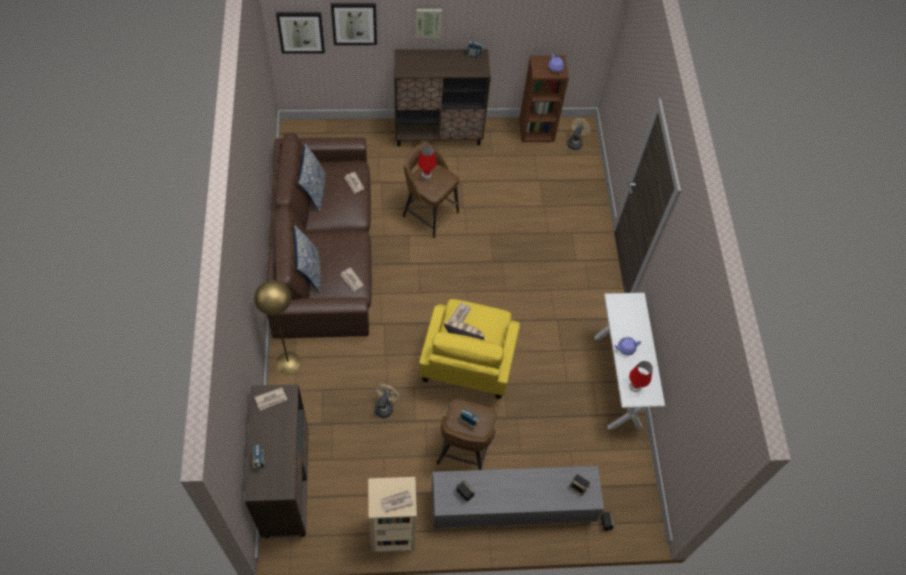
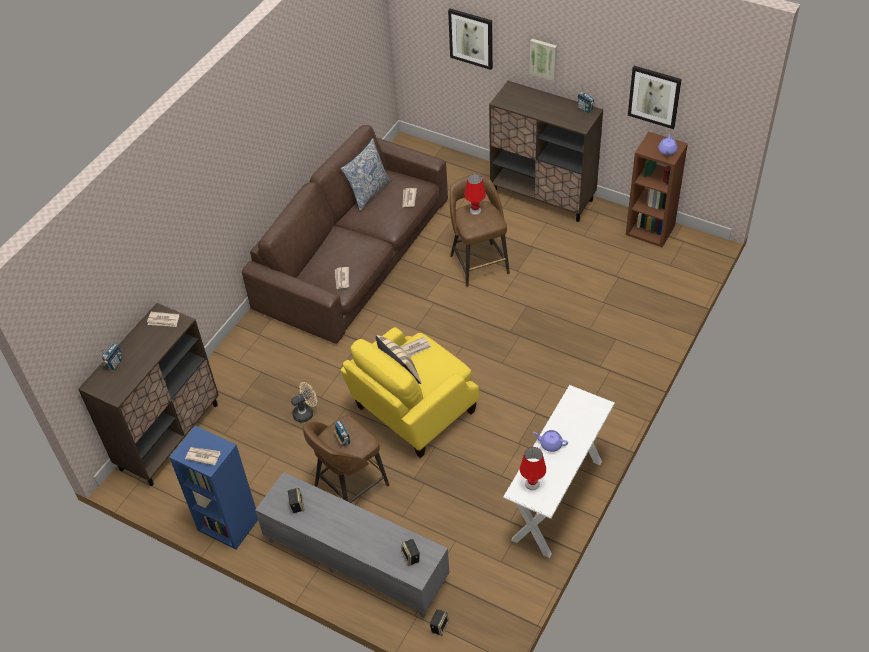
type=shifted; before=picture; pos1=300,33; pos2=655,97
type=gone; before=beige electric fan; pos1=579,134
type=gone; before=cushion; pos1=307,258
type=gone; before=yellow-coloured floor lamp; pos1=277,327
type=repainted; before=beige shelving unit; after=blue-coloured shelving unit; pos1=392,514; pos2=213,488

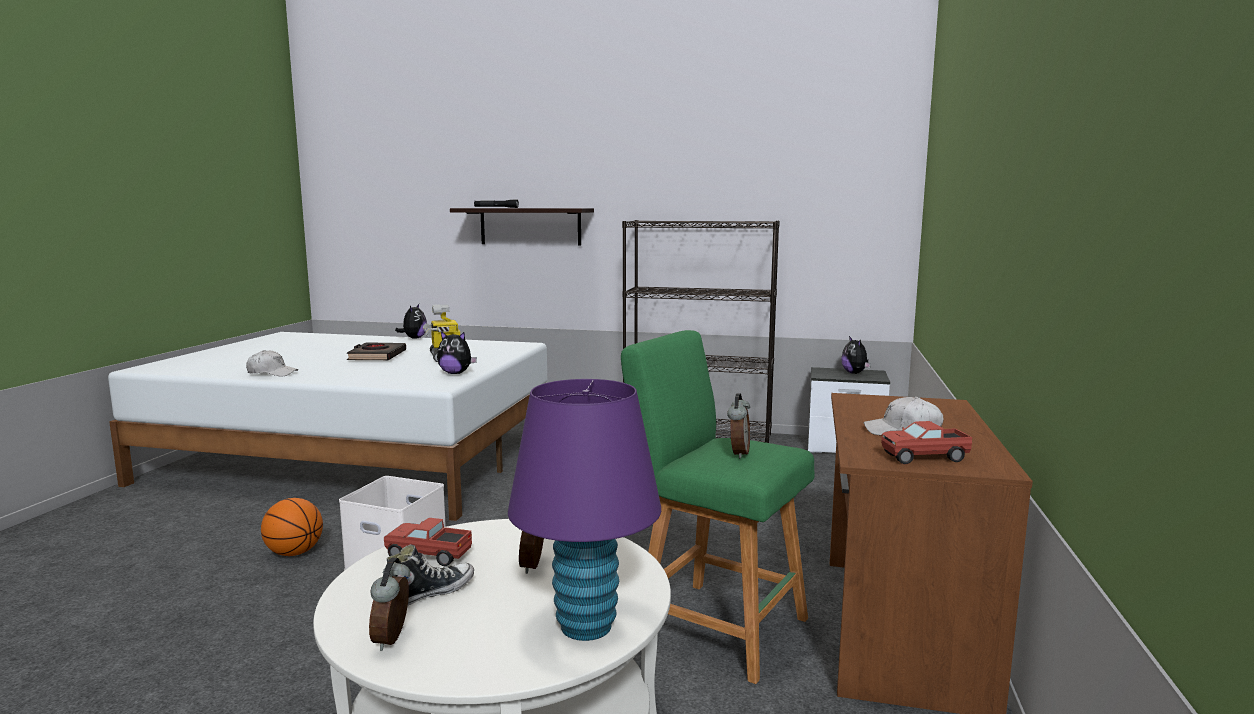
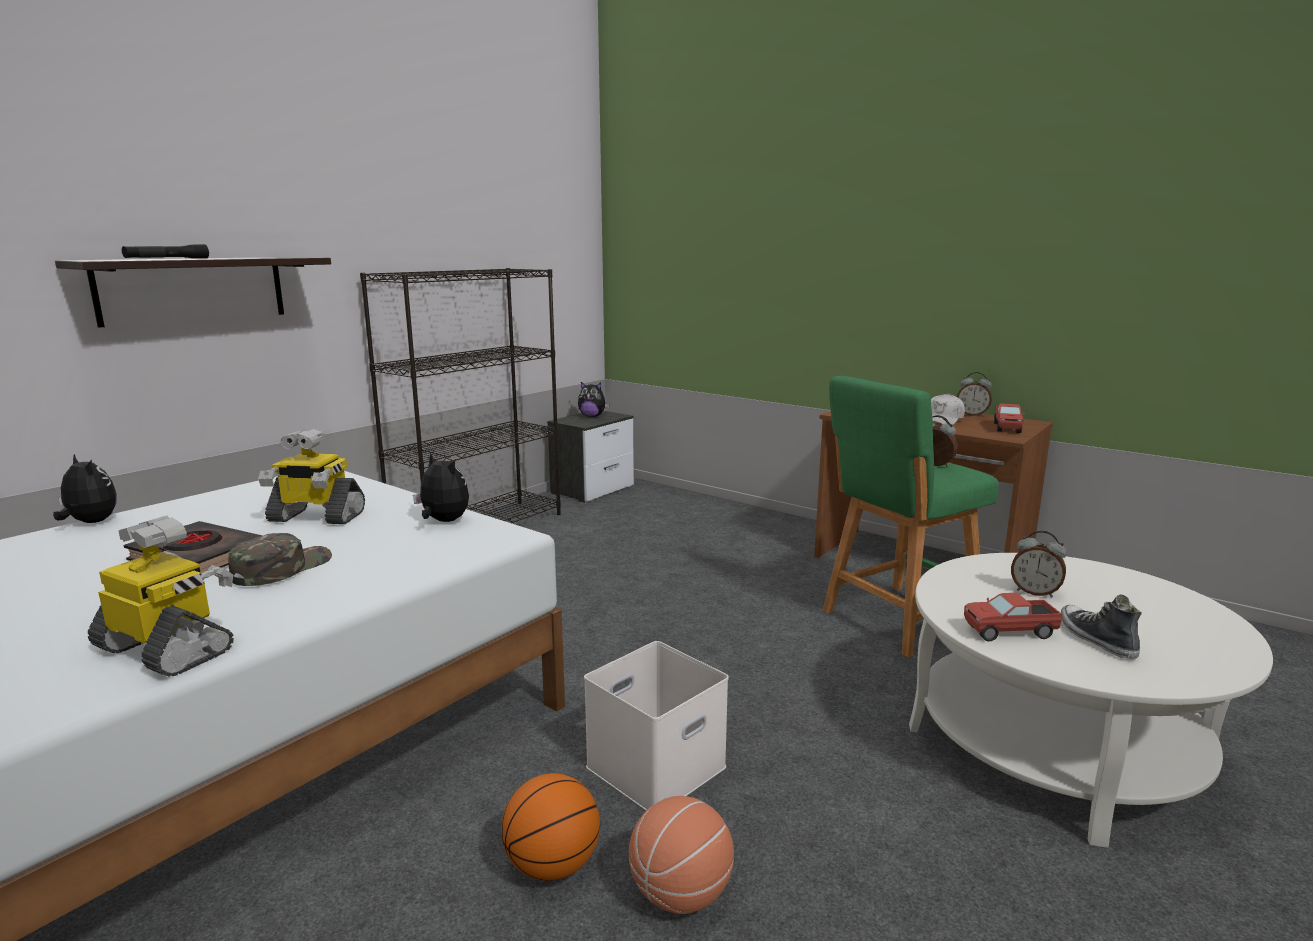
type=rotated; before=plush toy; pos1=457,352; pos2=441,487; turn=-90
type=swapped; before=whitish peaked cap; after=robot figure; pos1=272,363; pos2=161,595
type=gone; before=purple table lamp; pos1=584,510
type=rotated; before=toy truck; pos1=428,542; pos2=1013,617; turn=45
type=shifted; before=alarm clock; pos1=389,604; pos2=974,394
type=new; after=green-coloured peaked cap; pos2=280,559
type=new; after=basketball ball; pos2=681,855

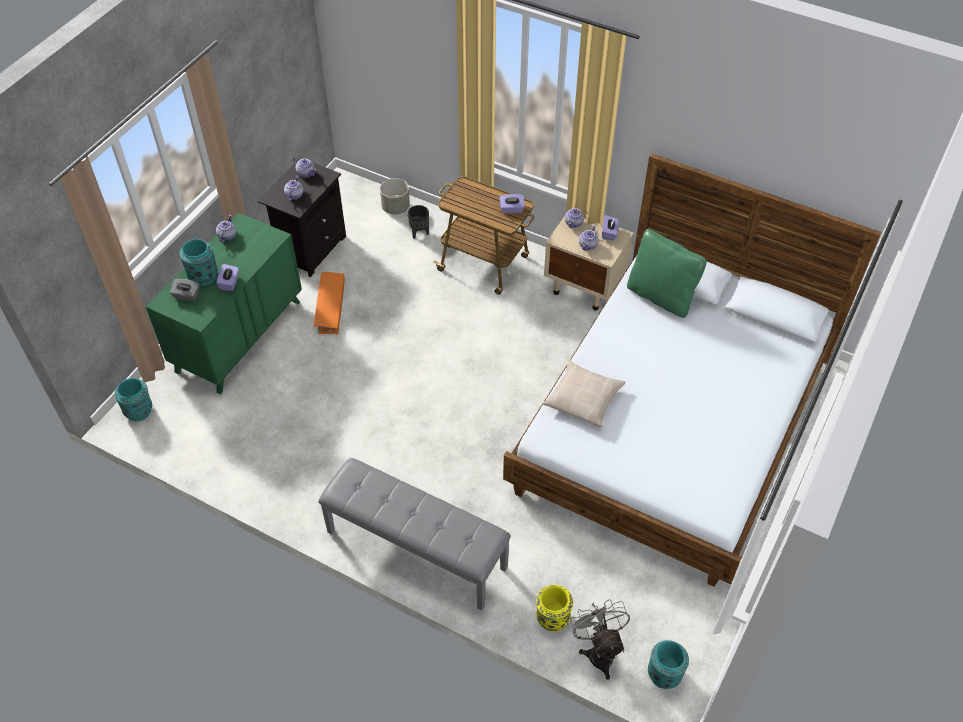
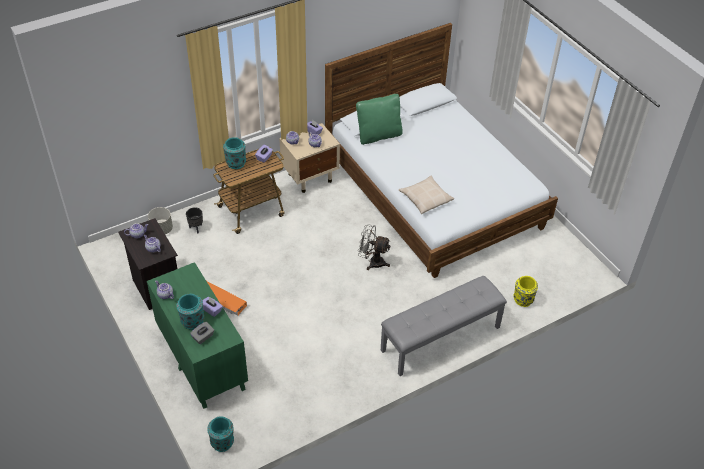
type=shifted; before=greyish electric fan; pos1=600,639; pos2=374,247
type=shifted; before=turquoise-coloured decorative vase; pos1=668,664; pos2=234,153

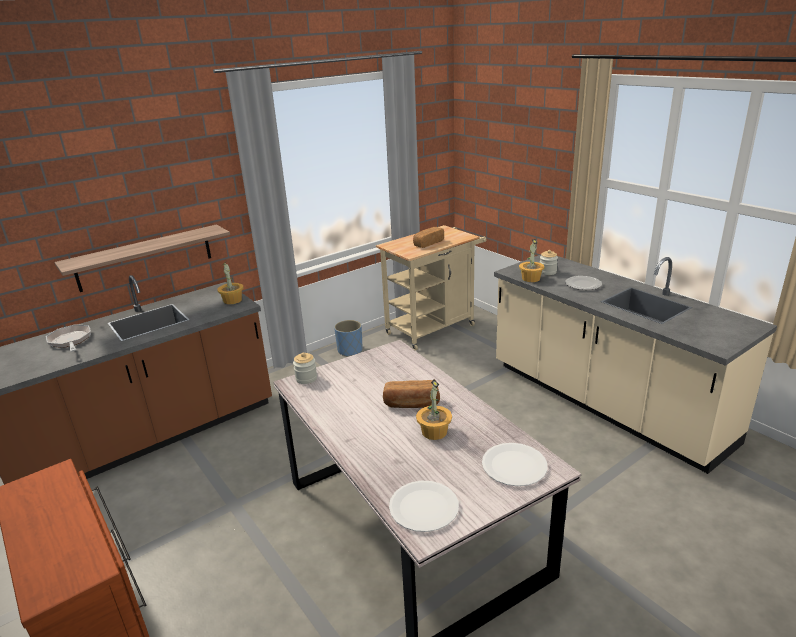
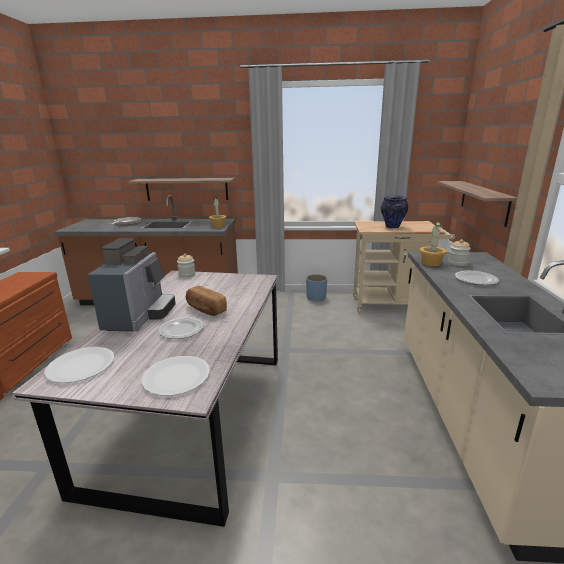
type=swapped; before=bread; after=decorative vase; pos1=428,237; pos2=394,212
type=swapped; before=plant in a pot; after=flat dish; pos1=434,409; pos2=181,328
type=new; after=bracket shelf; pos2=477,204
type=new; after=coffee maker; pos2=131,285

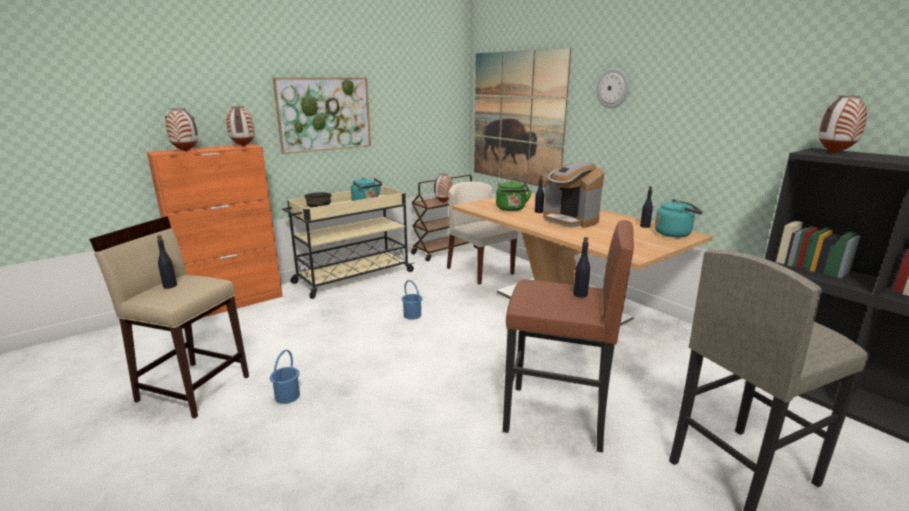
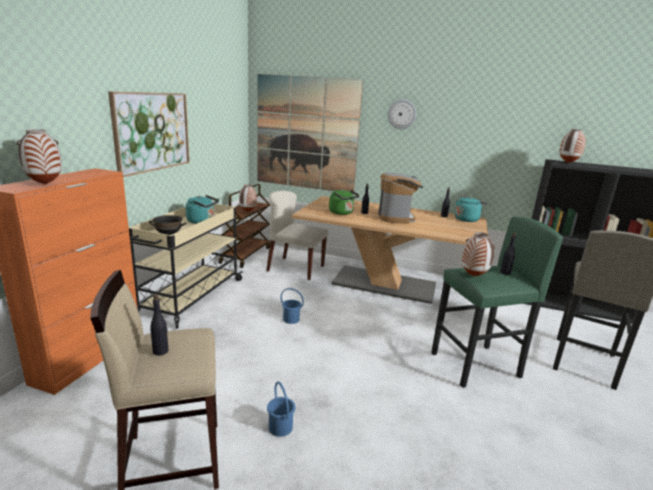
type=shifted; before=decorative vase; pos1=240,126; pos2=478,254
type=rotated; before=coffee maker; pos1=574,195; pos2=400,198; turn=-105
type=repainted; before=brown-coloured stool; after=green-coloured stool; pos1=568,336; pos2=497,302

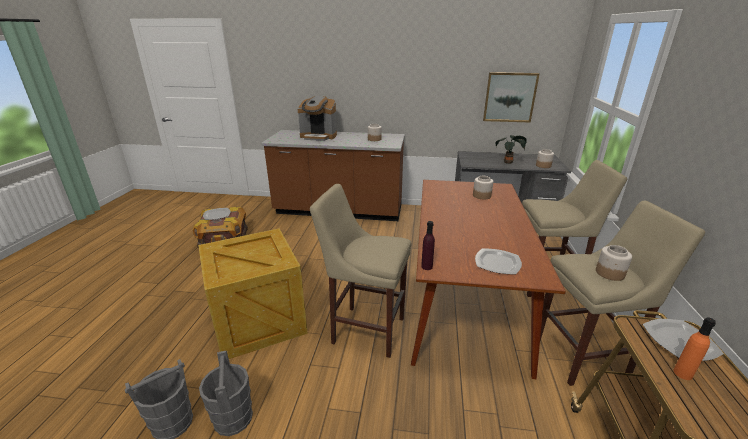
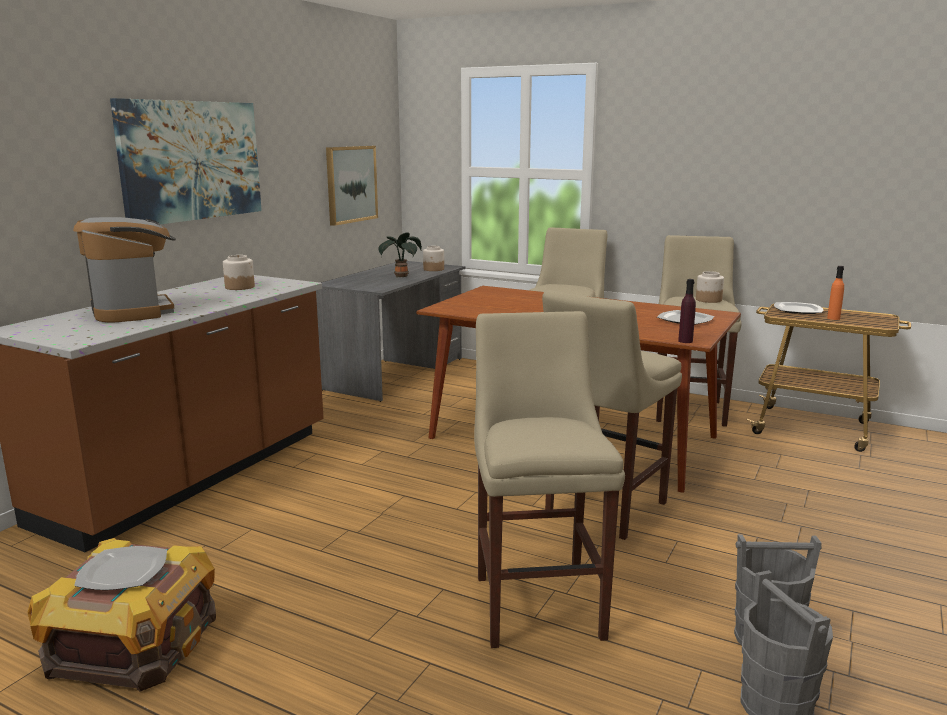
type=rotated; before=coffee maker; pos1=317,118; pos2=124,269; turn=-60
type=gone; before=preserve jar; pos1=483,187
type=swapped; before=packing crate; after=beige stool; pos1=253,293; pos2=549,479
type=new; after=picture; pos2=186,161

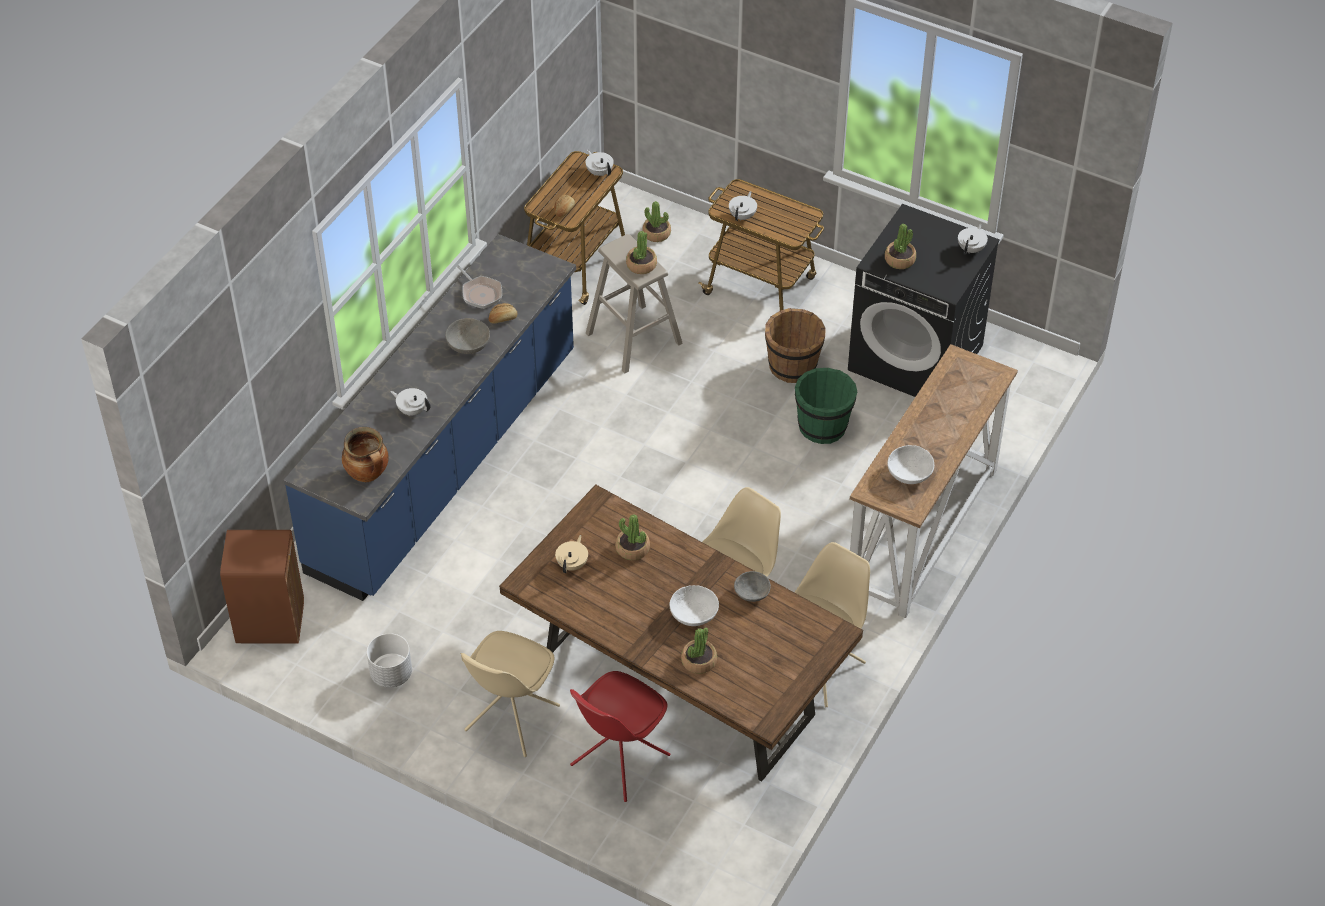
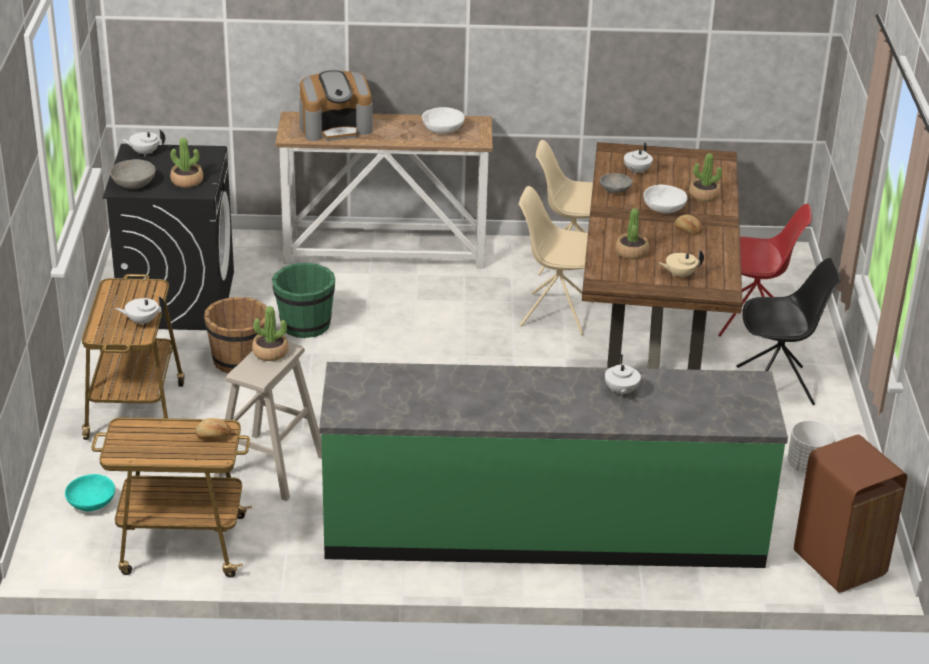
type=shifted; before=whitish tea pot; pos1=599,163; pos2=638,158
type=swapped; before=plant in a pot; after=turquoise-coloured serving bowl; pos1=656,221; pos2=90,492
type=repainted; before=blue-coloured counter; after=green-coloured counter; pos1=430,417; pos2=553,465
type=gone; before=pan; pos1=479,287
type=shifted; before=bread; pos1=503,313; pos2=688,224
type=shifted; before=greyish serving bowl; pos1=467,336; pos2=133,174
type=gone; before=saucepot; pos1=365,454
type=repainted; before=beige plain chair; after=blackish plain chair; pos1=510,694; pos2=788,331
type=new; after=coffee maker; pos2=336,105

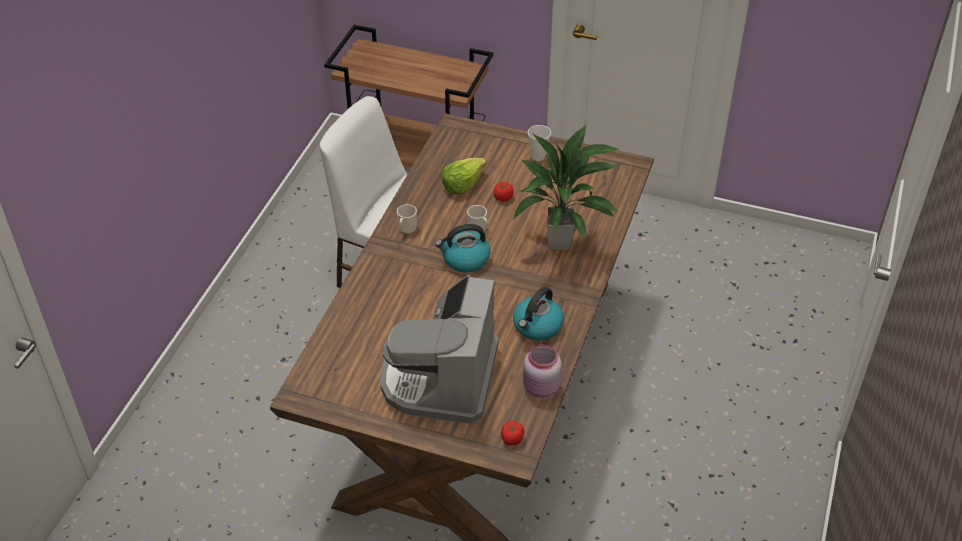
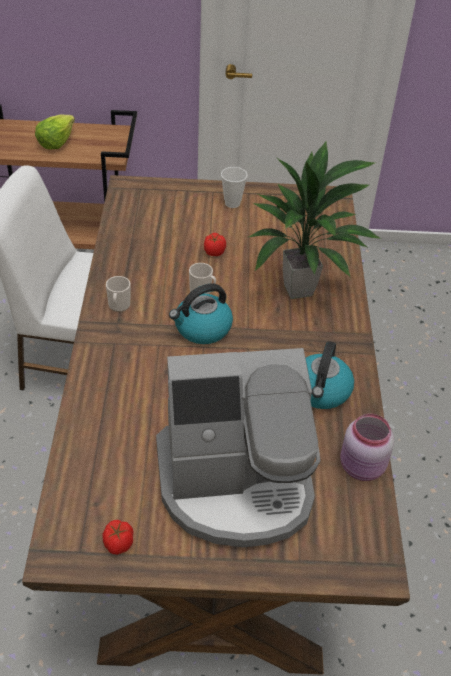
type=shifted; before=lettuce; pos1=463,176; pos2=55,132
type=rotated; before=coffee maker; pos1=440,349; pos2=238,448; turn=-90
type=shifted; before=whole tomato; pos1=513,433; pos2=118,537

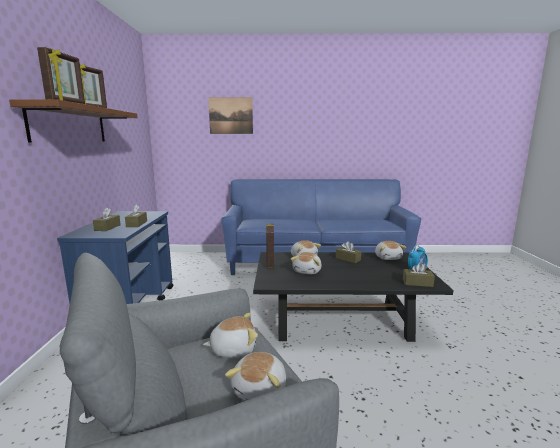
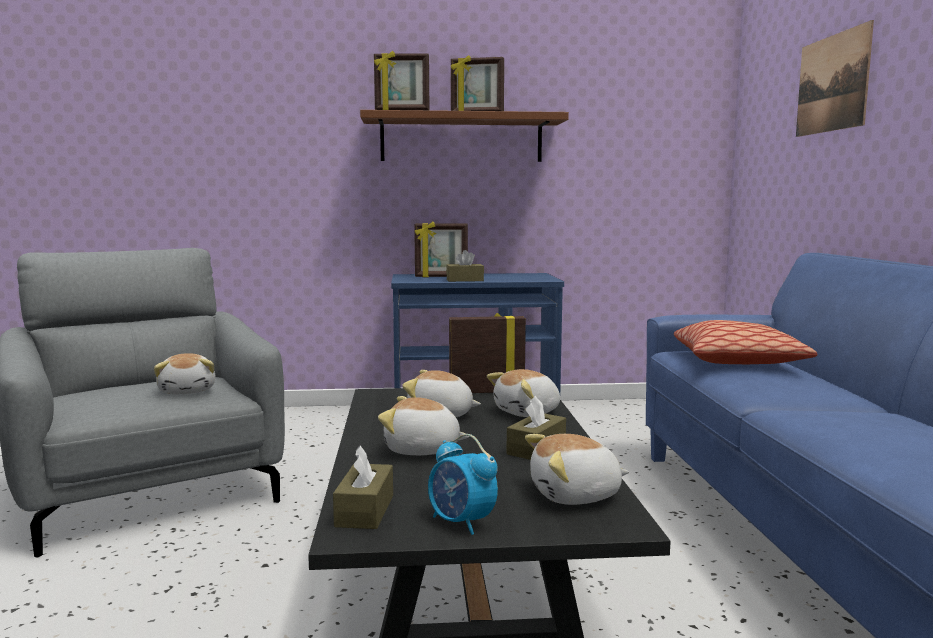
type=swapped; before=brown-coloured tissue holder; after=standing frame; pos1=107,219; pos2=441,250
type=shifted; before=plush toy; pos1=255,376; pos2=424,425
type=new; after=cushion; pos2=746,342

